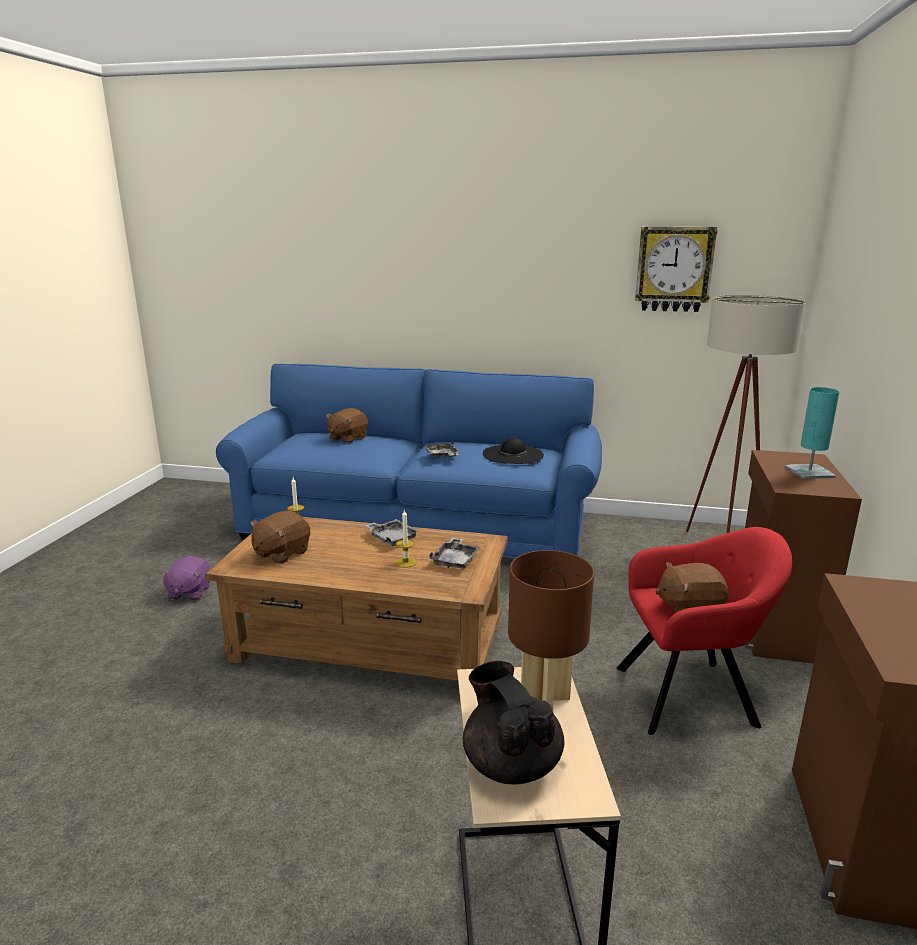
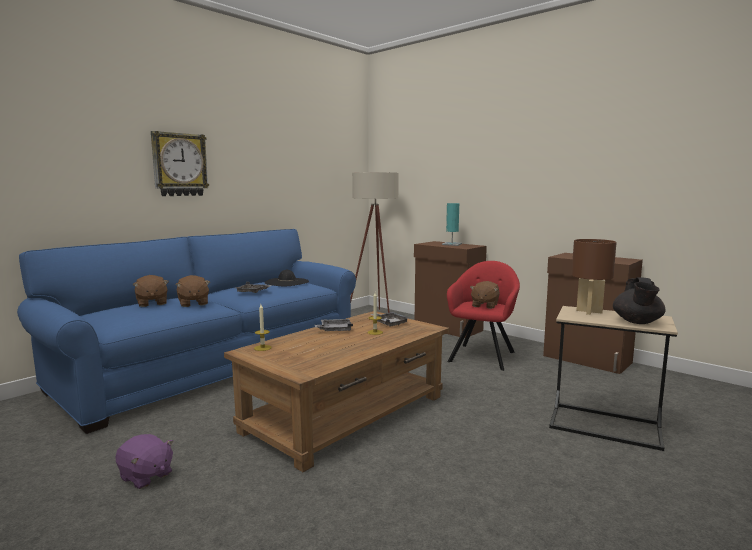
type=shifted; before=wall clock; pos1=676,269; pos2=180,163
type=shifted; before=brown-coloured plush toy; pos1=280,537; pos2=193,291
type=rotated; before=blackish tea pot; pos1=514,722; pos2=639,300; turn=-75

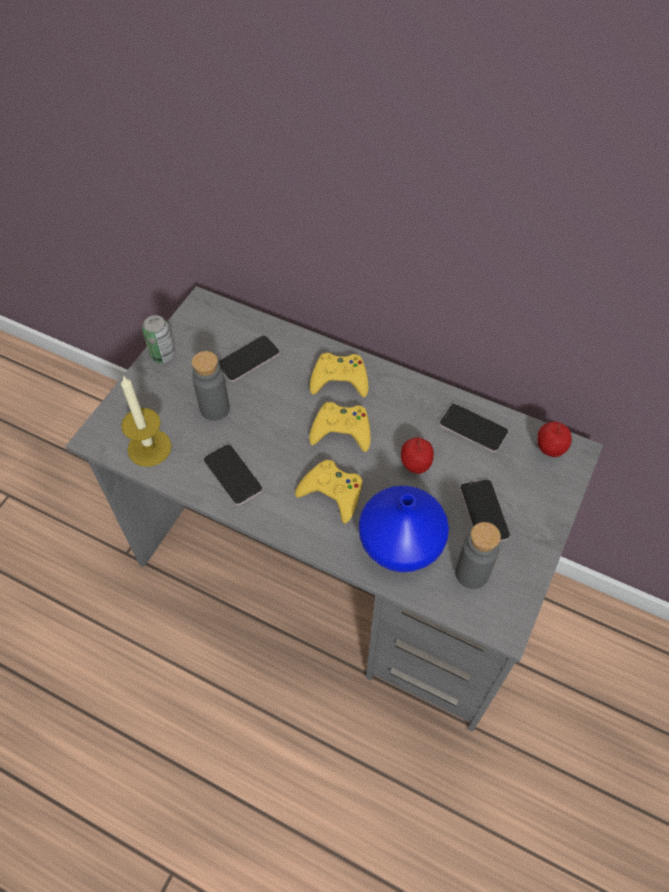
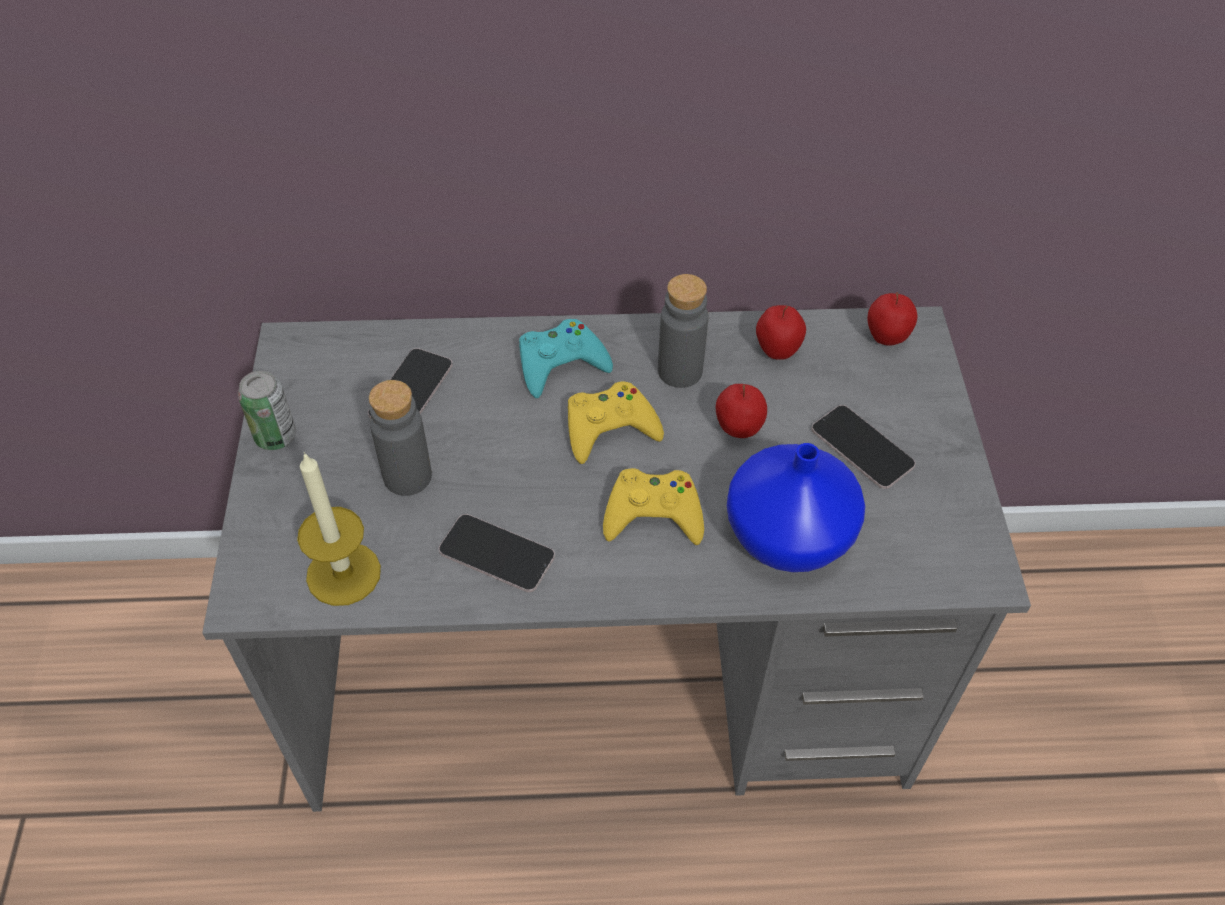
type=repainted; before=yellow-coloured game controller; after=turquoise-coloured game controller; pos1=339,375; pos2=566,358
type=swapped; before=phone; after=whole apple; pos1=474,427; pos2=781,332
type=shifted; before=greyish beverage bottle; pos1=478,555; pos2=683,331

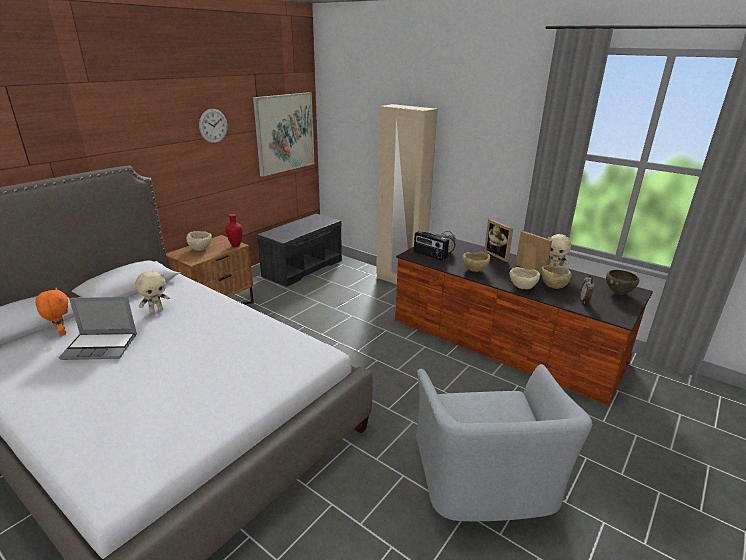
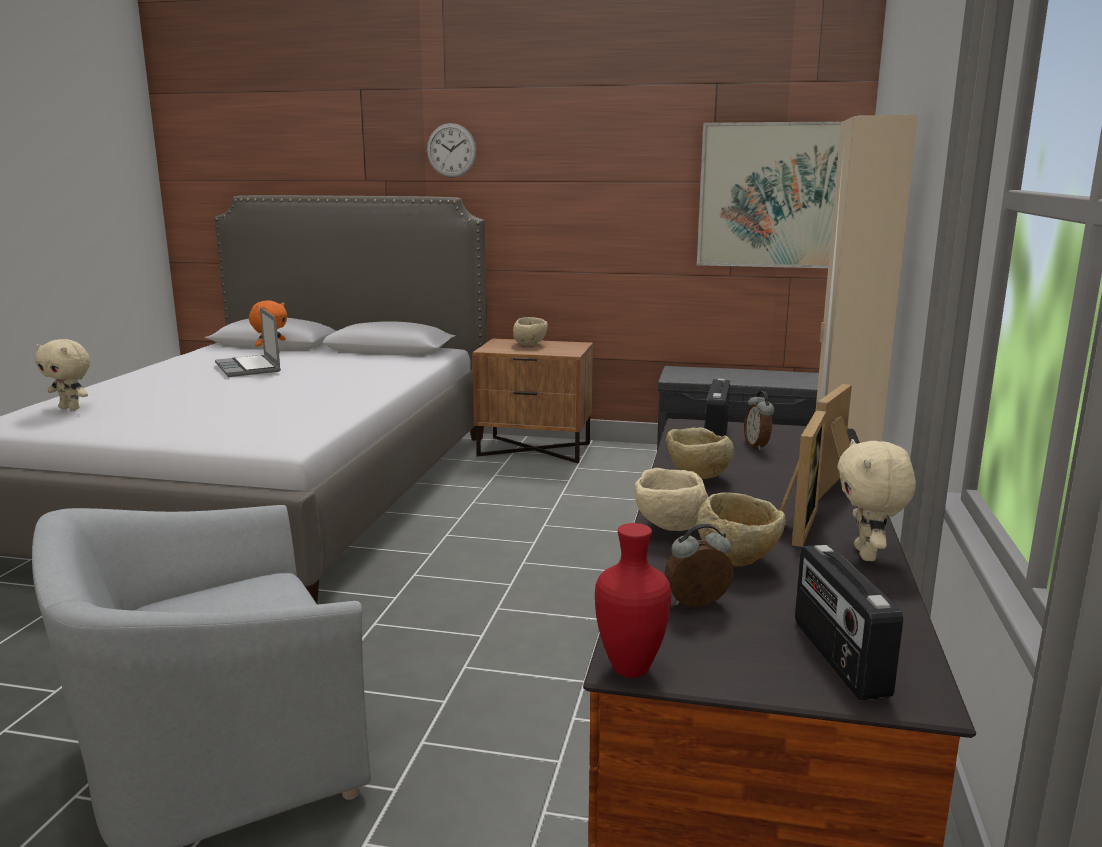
type=shifted; before=wall clock; pos1=213,126; pos2=452,150
type=shifted; before=reddish decorative vase; pos1=234,230; pos2=633,600
type=swapped; before=brown-coloured serving bowl; after=radio receiver; pos1=622,282; pos2=849,622
type=shifted; before=beige plush toy; pos1=152,292; pos2=62,374

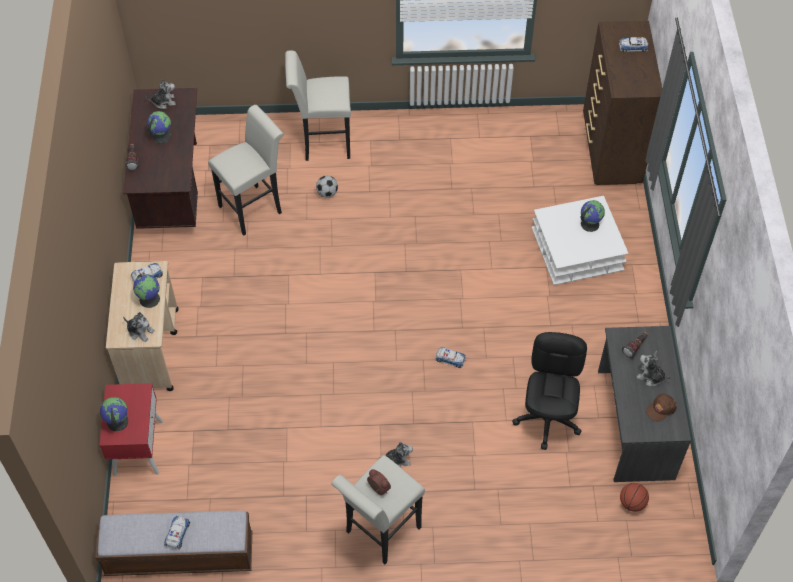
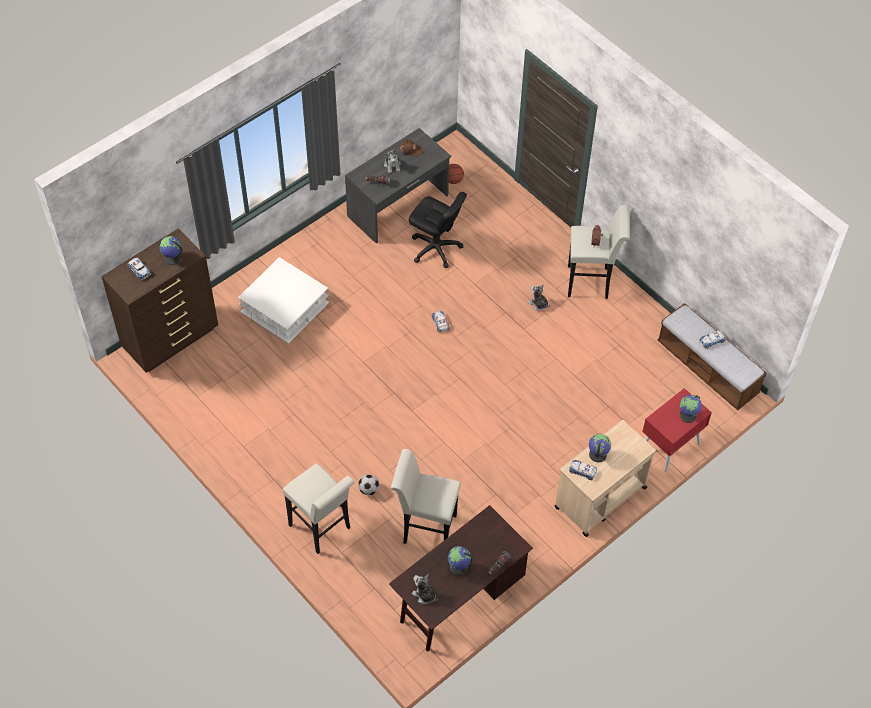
type=shifted; before=globe; pos1=593,216; pos2=171,250
type=gone; before=plush toy; pos1=139,327
type=rotated; before=blackish desk chair; pos1=549,391; pos2=438,229; turn=-120

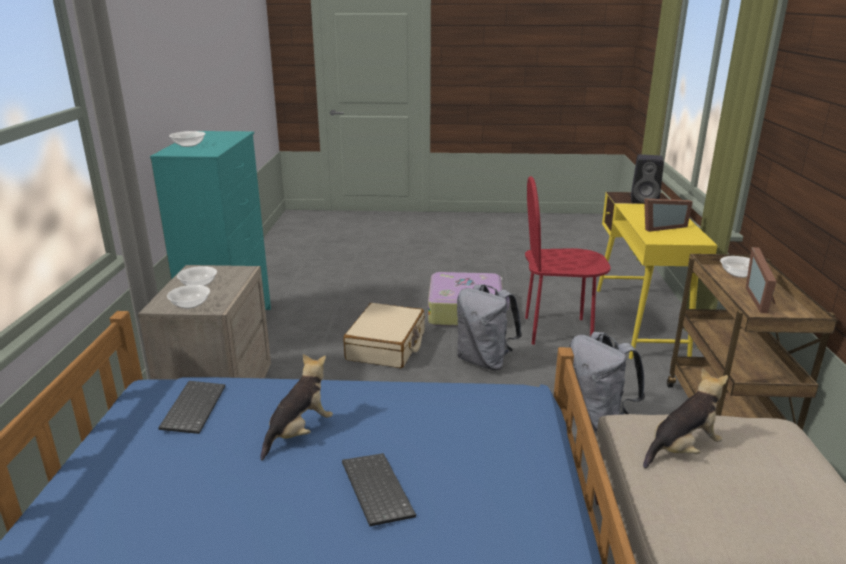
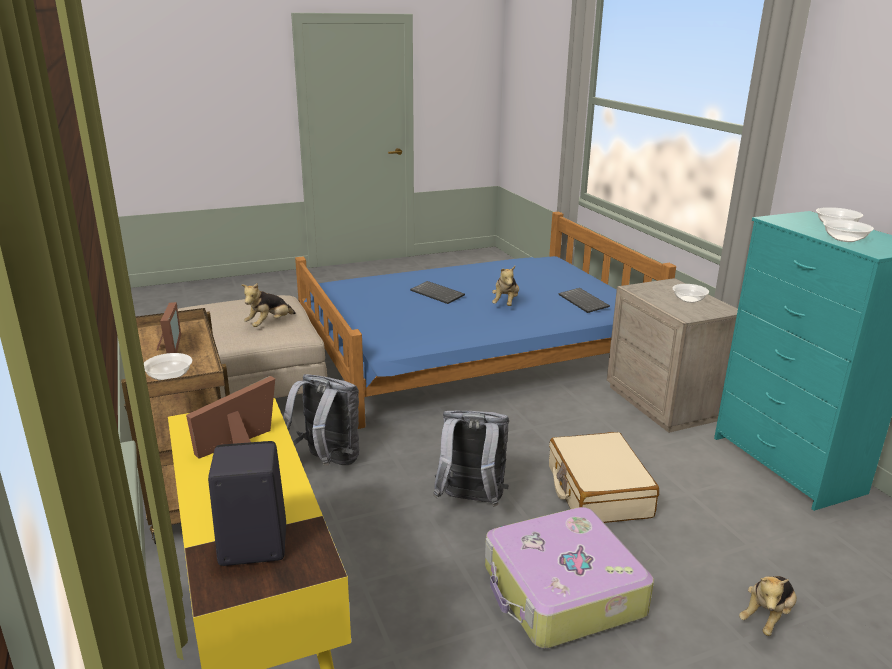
type=gone; before=reddish plain chair; pos1=568,260
type=shifted; before=serving bowl; pos1=188,297; pos2=848,231
type=new; after=plush toy; pos2=768,606

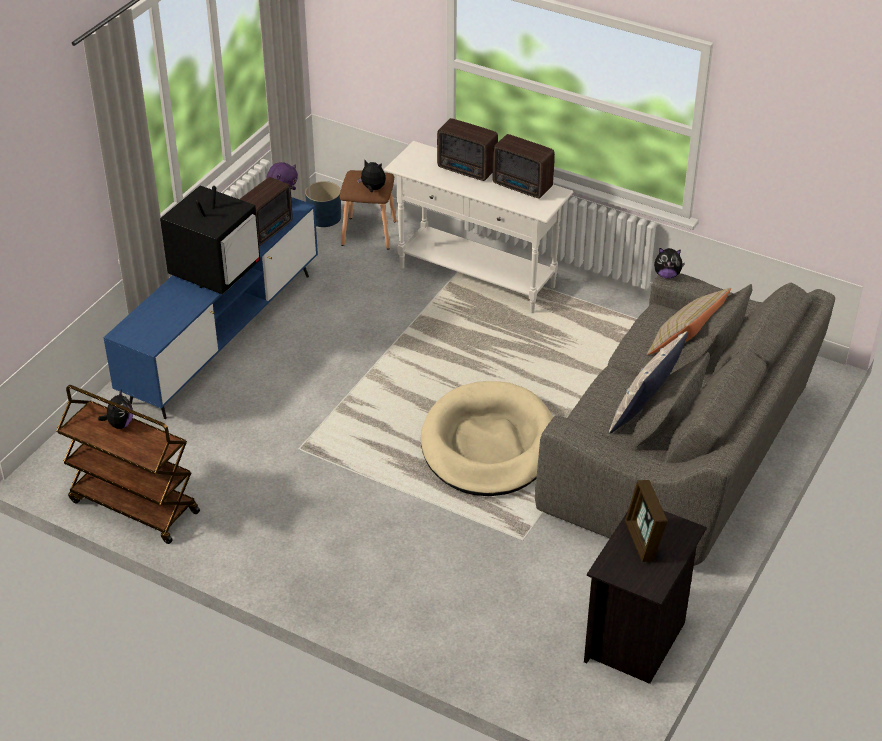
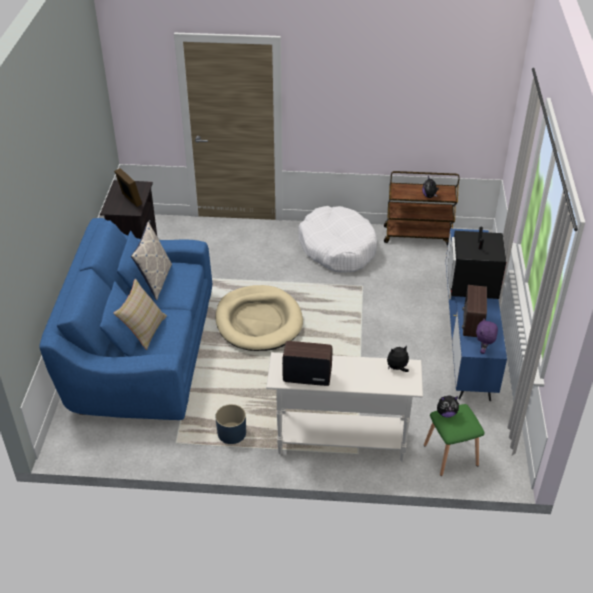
type=gone; before=radio receiver; pos1=467,149
type=repainted; before=brown-coloured stool; after=green-coloured stool; pos1=368,209; pos2=454,440
type=shifted; before=blue-coloured plant pot; pos1=323,204; pos2=230,424
type=shifted; before=plush toy; pos1=669,263; pos2=398,358
type=repainted; before=greyish couch; after=blue-coloured couch; pos1=685,419; pos2=125,319
type=new; after=whitish dog bed; pos2=337,239

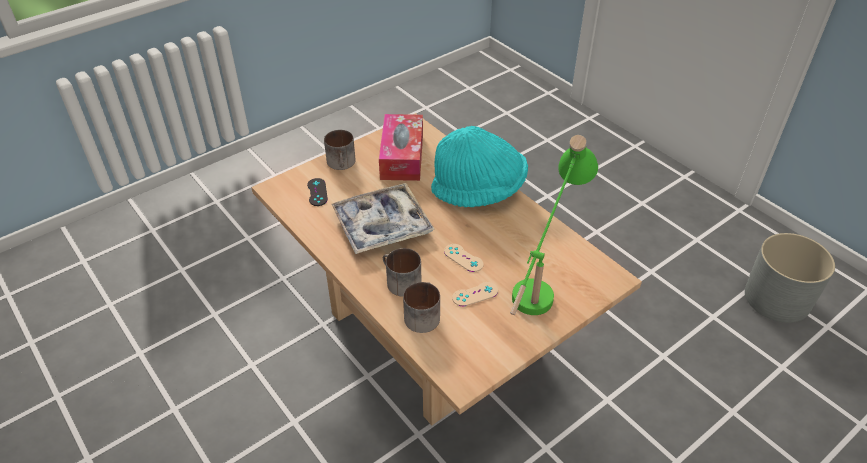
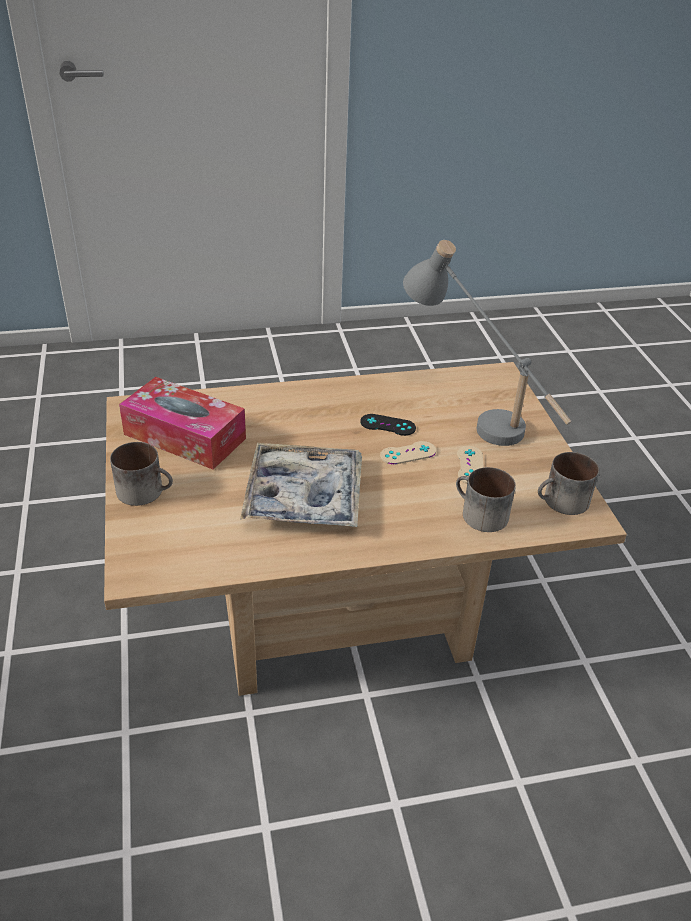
type=gone; before=turquoise-coloured hat; pos1=479,166
type=repainted; before=green-coloured table lamp; after=greyish table lamp; pos1=554,225; pos2=487,343
type=shifted; before=blackish game controller; pos1=317,192; pos2=388,425
type=gone; before=greyish plant pot; pos1=790,278
type=shifted; before=mug; pos1=402,272; pos2=568,483

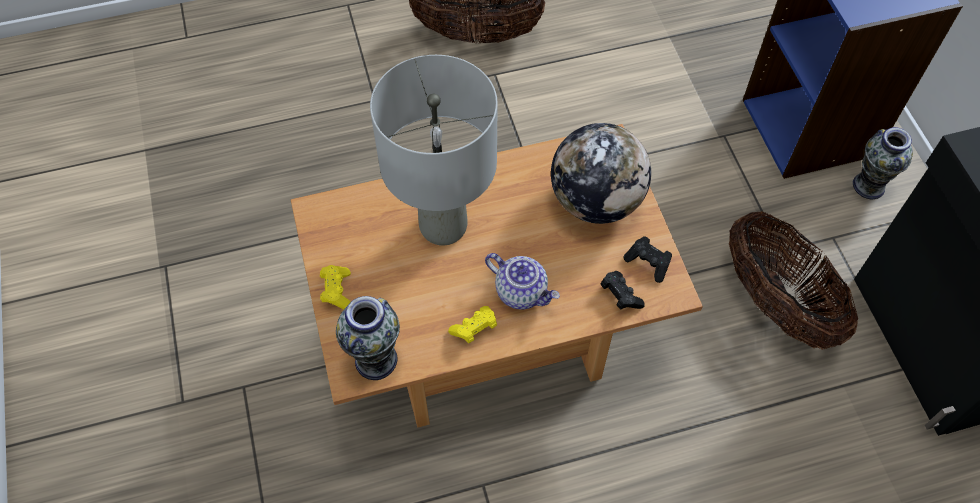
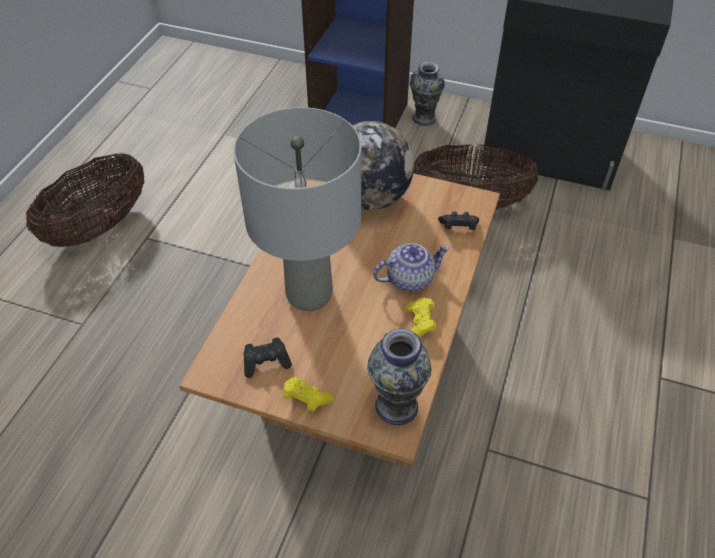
type=shifted; before=blackish game controller; pos1=648,259; pos2=267,357

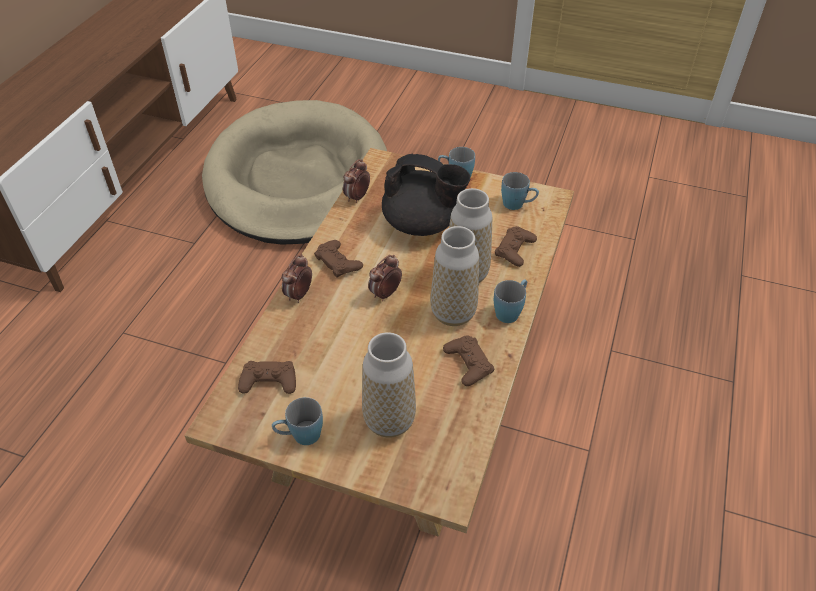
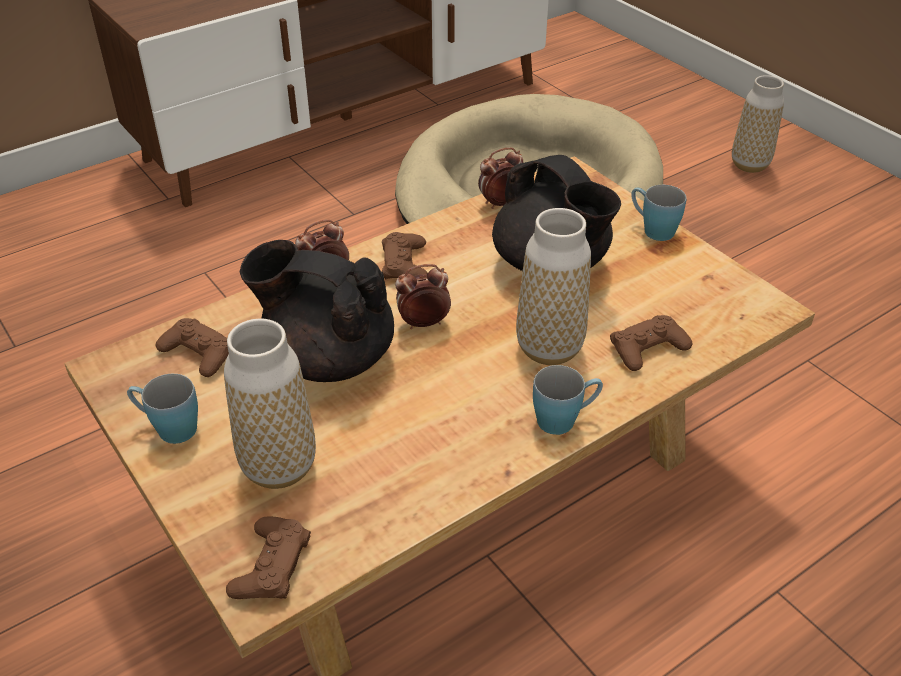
type=gone; before=blue-coloured mug; pos1=520,191
type=shifted; before=decorative vase; pos1=454,276; pos2=758,124
type=shifted; before=brown-coloured game controller; pos1=468,360; pos2=268,558
type=new; after=blackish tea pot; pos2=317,311

